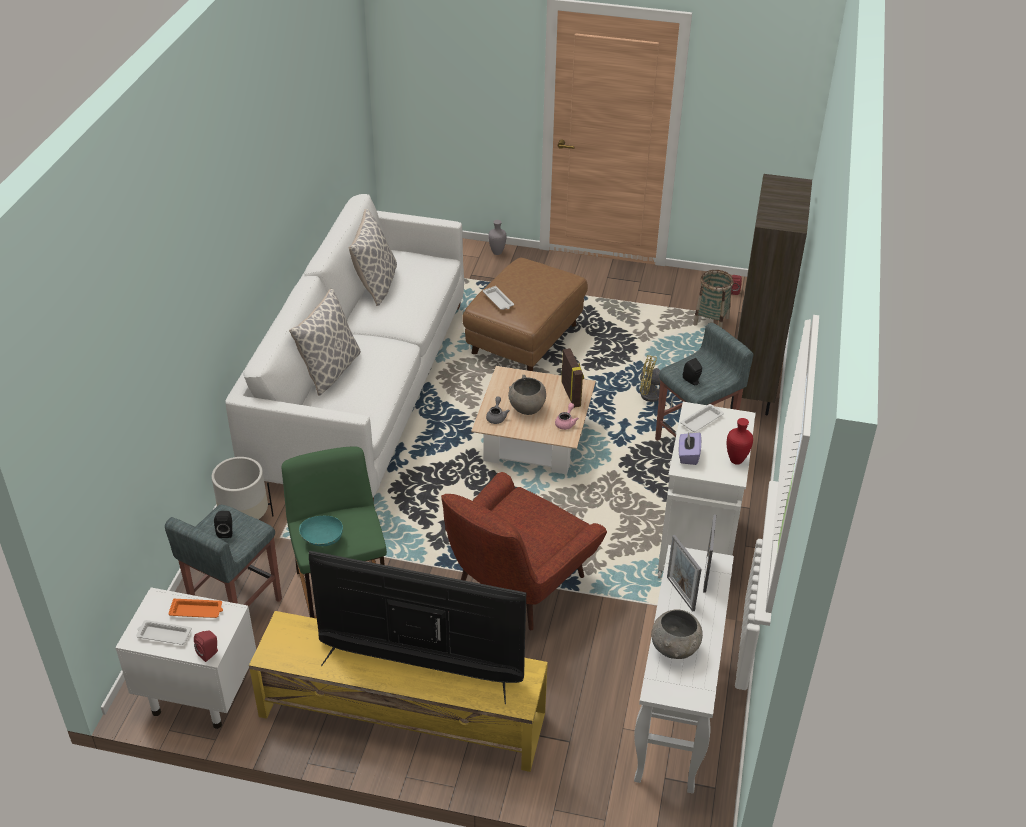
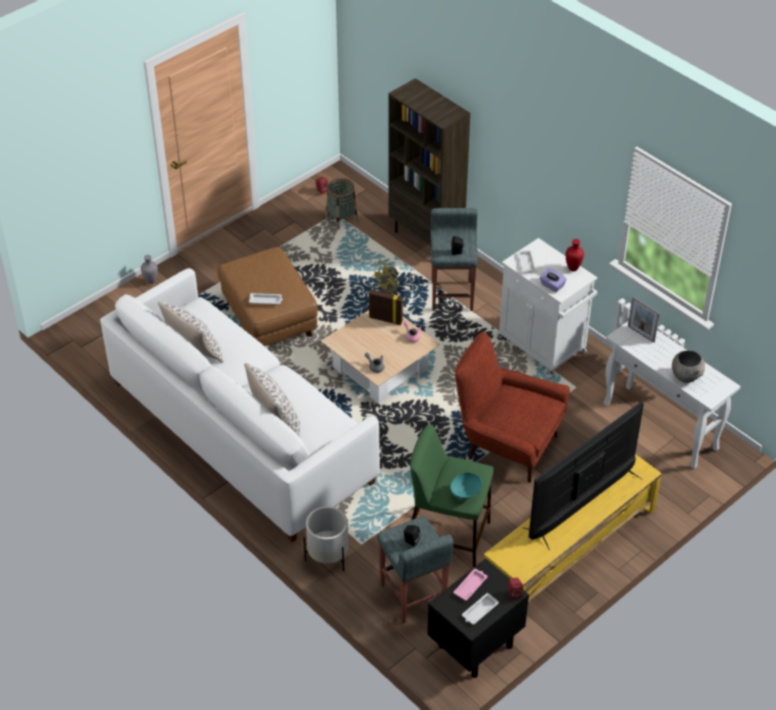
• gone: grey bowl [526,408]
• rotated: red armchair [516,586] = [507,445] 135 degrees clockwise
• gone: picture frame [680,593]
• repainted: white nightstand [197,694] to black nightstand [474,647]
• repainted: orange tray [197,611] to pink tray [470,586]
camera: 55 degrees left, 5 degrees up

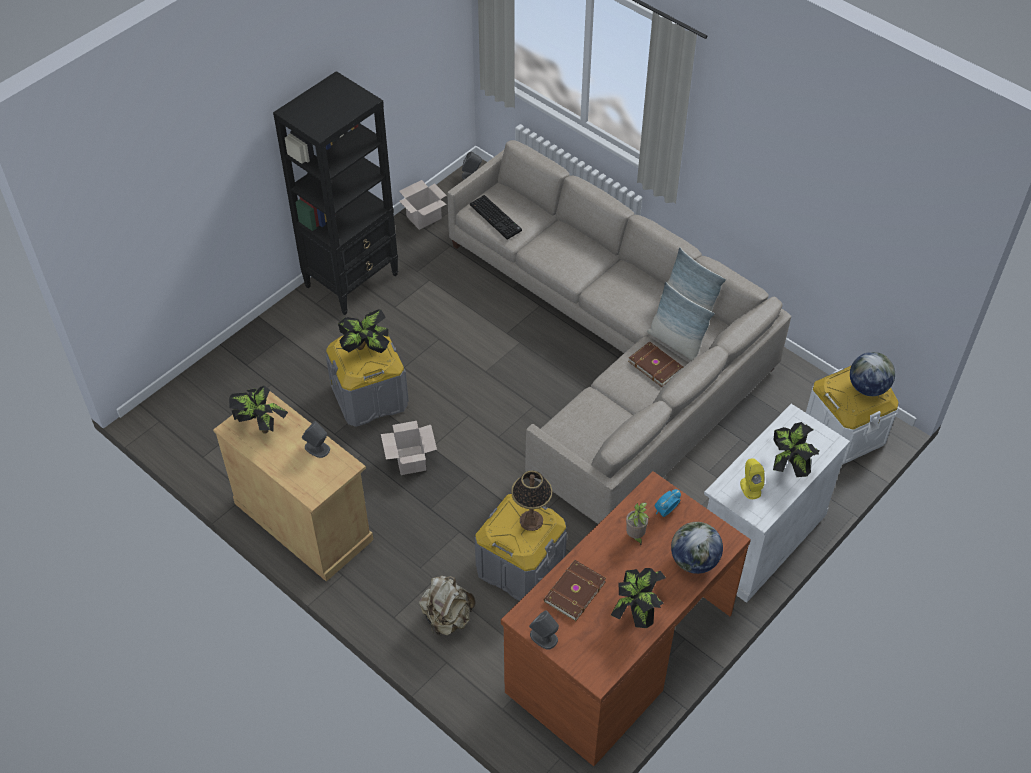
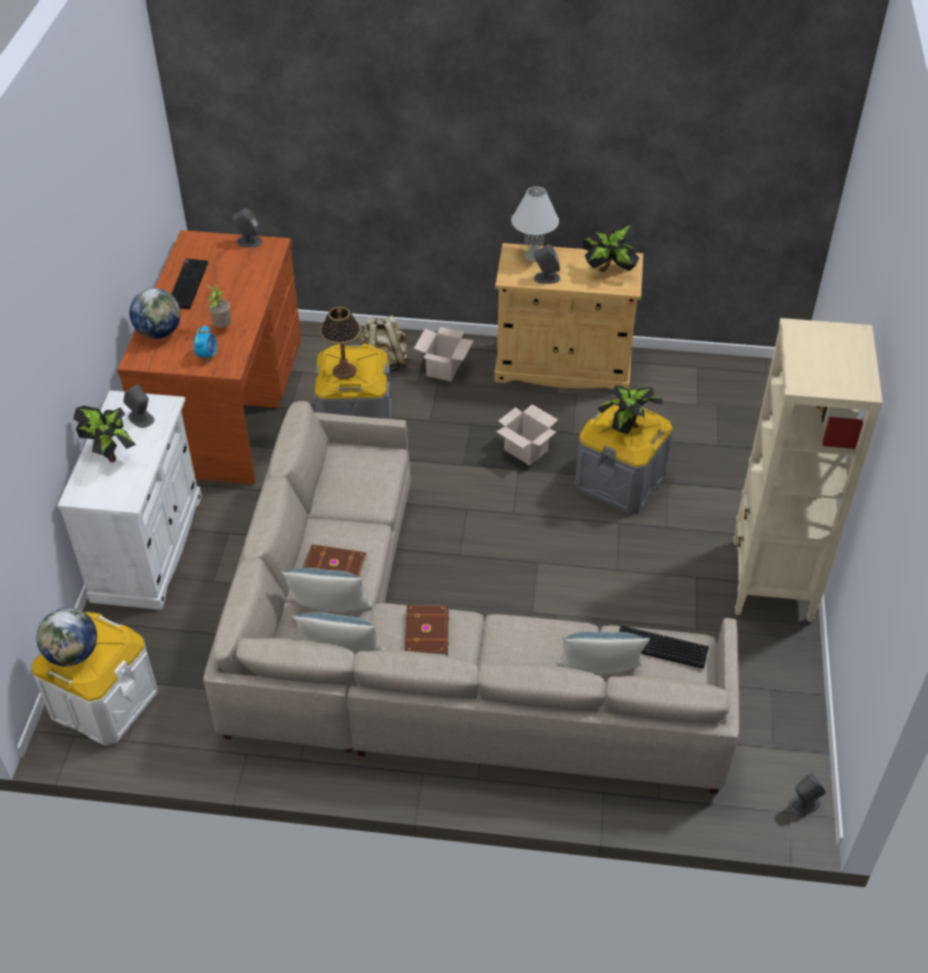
• repainted: black bookcase [352,280] to beige bookcase [771,581]
• shifted: cardboard box [424,217] to [444,369]
• repainted: yellow speaker [750,487] to grey speaker [141,418]
• shifted: brown book [573,591] to [428,633]
• swapped: potted plant [637,611] to keyboard [187,284]
• new: white table lamp [533,255]
• new: pillow [600,673]
camera: 145 degrees right, 5 degrees down

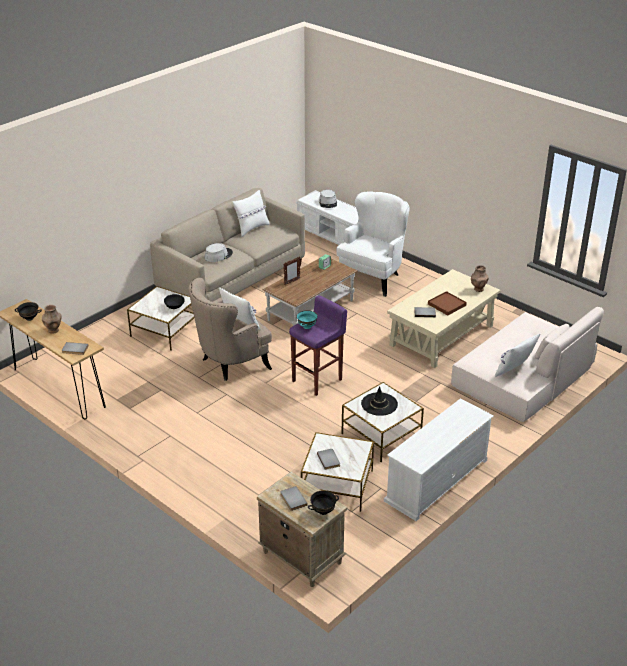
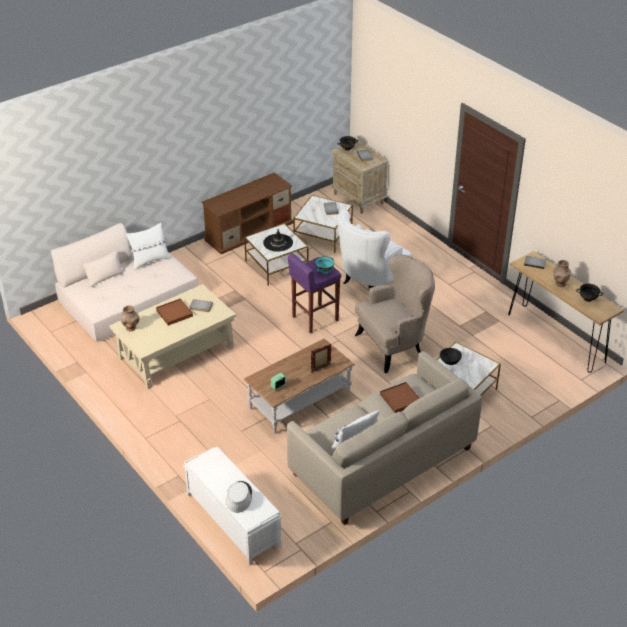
• shifted: white armchair [373,277] to [369,284]
• swapped: grey hat [218,255] to brown tray [400,399]
• gone: white pillow [239,324]
• repainted: white tv stand [436,481] to brown tv stand [249,231]
camera: 170 degrees left, 5 degrees up

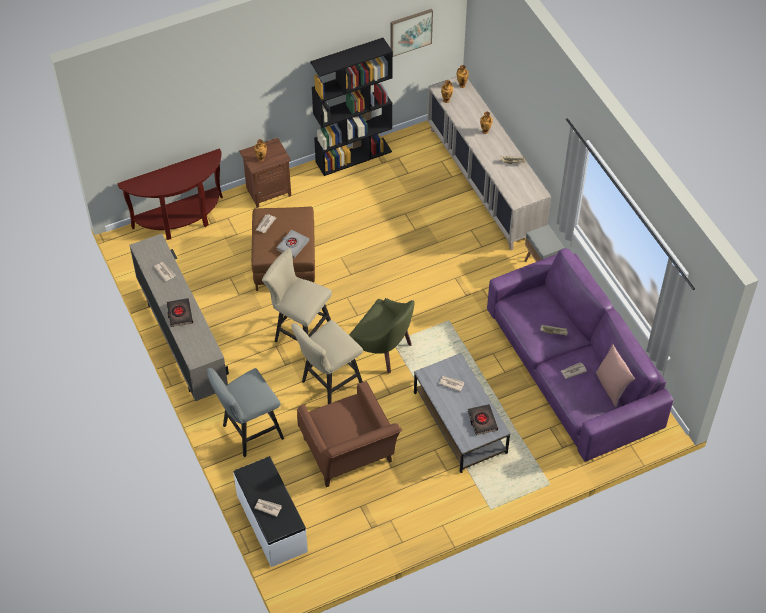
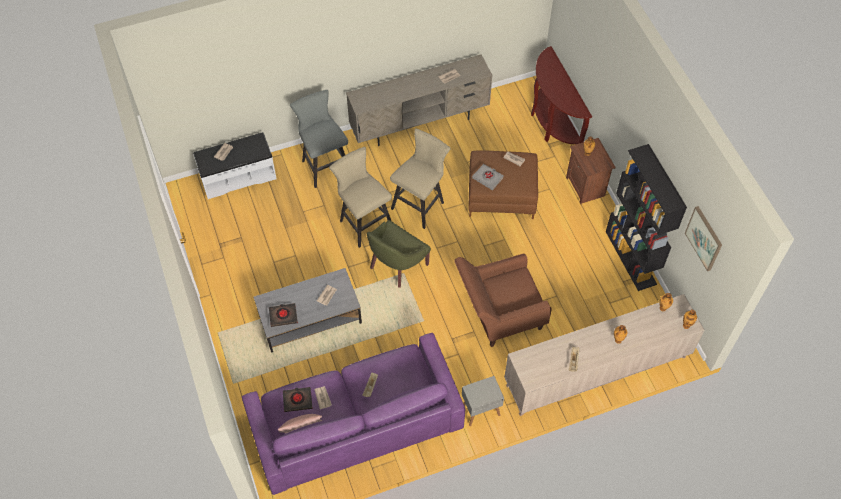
• shifted: black book [179,314] to [297,400]
• shifted: brown armchair [349,455] to [498,314]
camera: 95 degrees right, 5 degrees up

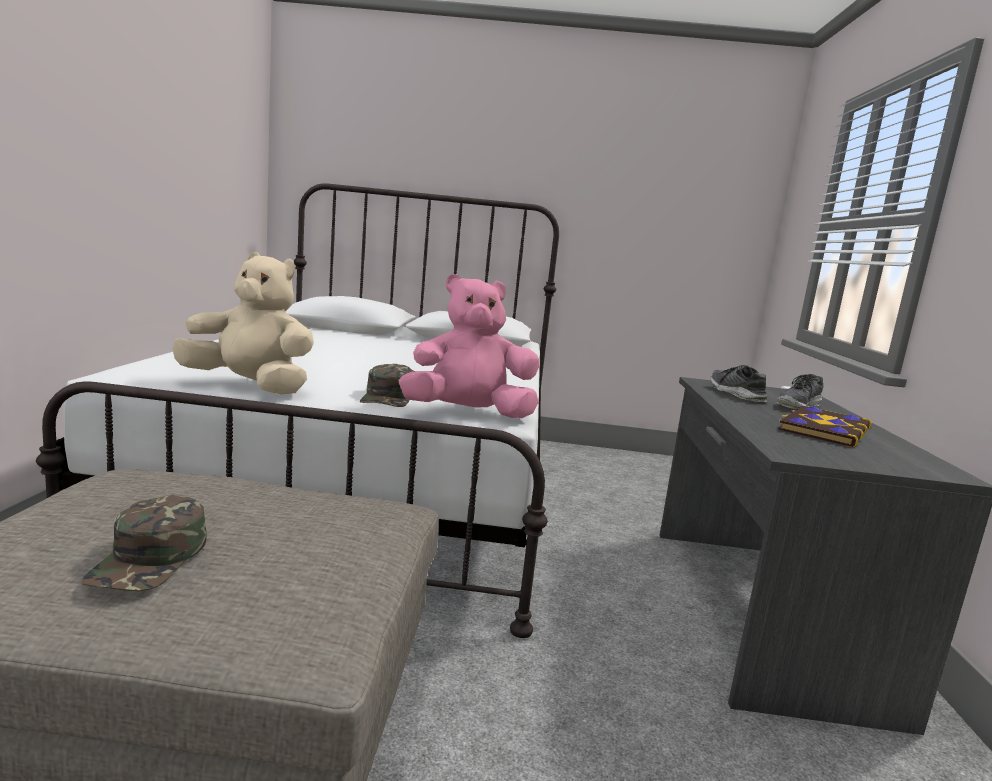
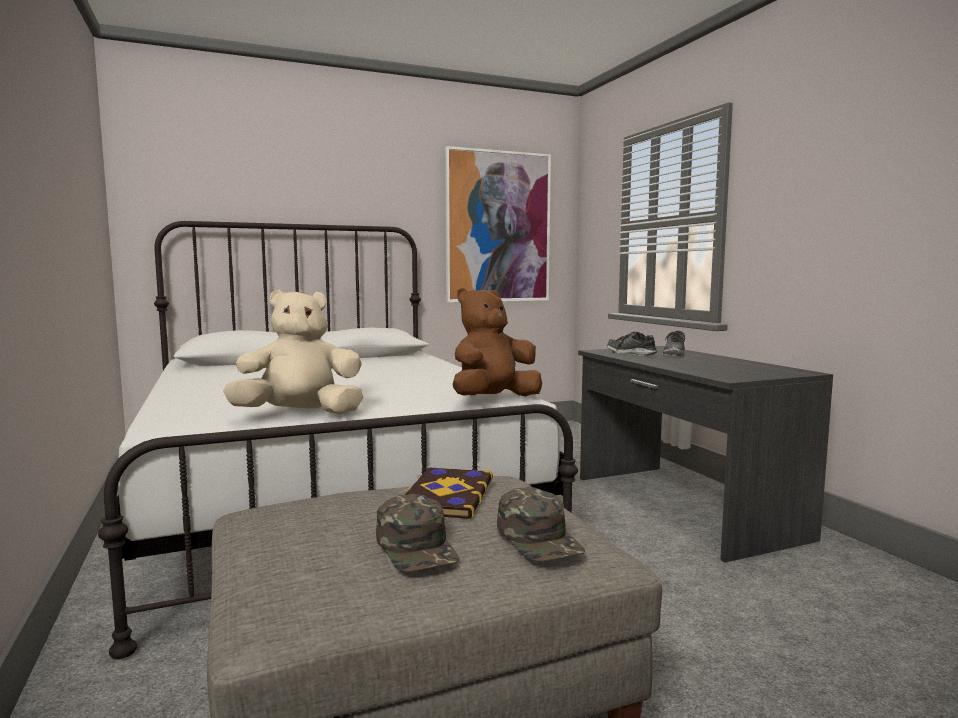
• repainted: pink plush toy [468,414] to brown plush toy [493,400]
• shifted: green cap [389,397] to [539,538]
• shifted: book [823,429] to [446,495]
• new: picture [498,227]
camera: 25 degrees left, 5 degrees down

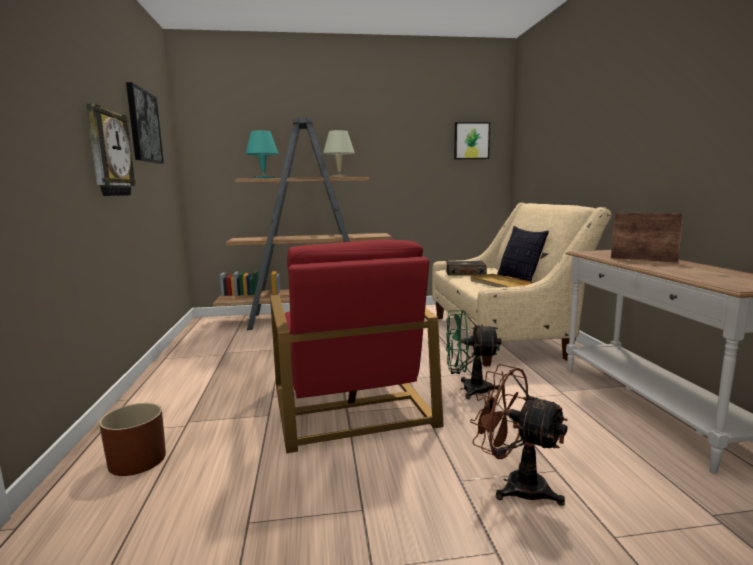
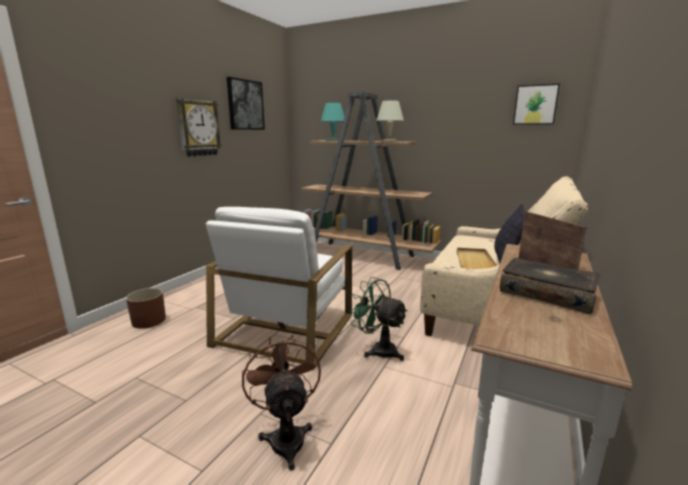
• repainted: red armchair [349,404] to white armchair [284,328]
• shifted: book [465,273] to [546,294]
camera: 35 degrees right, 5 degrees up

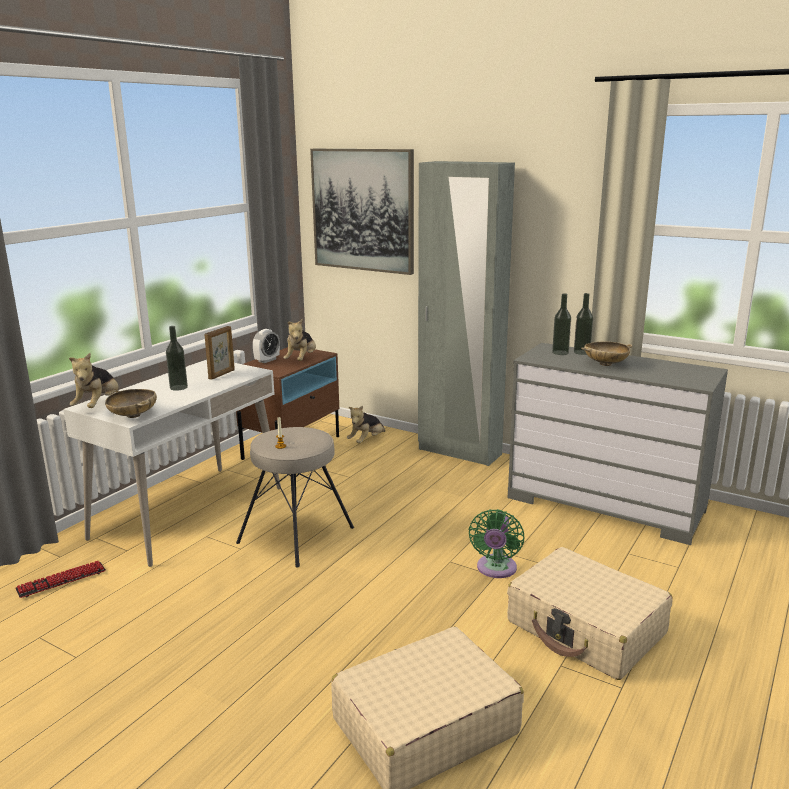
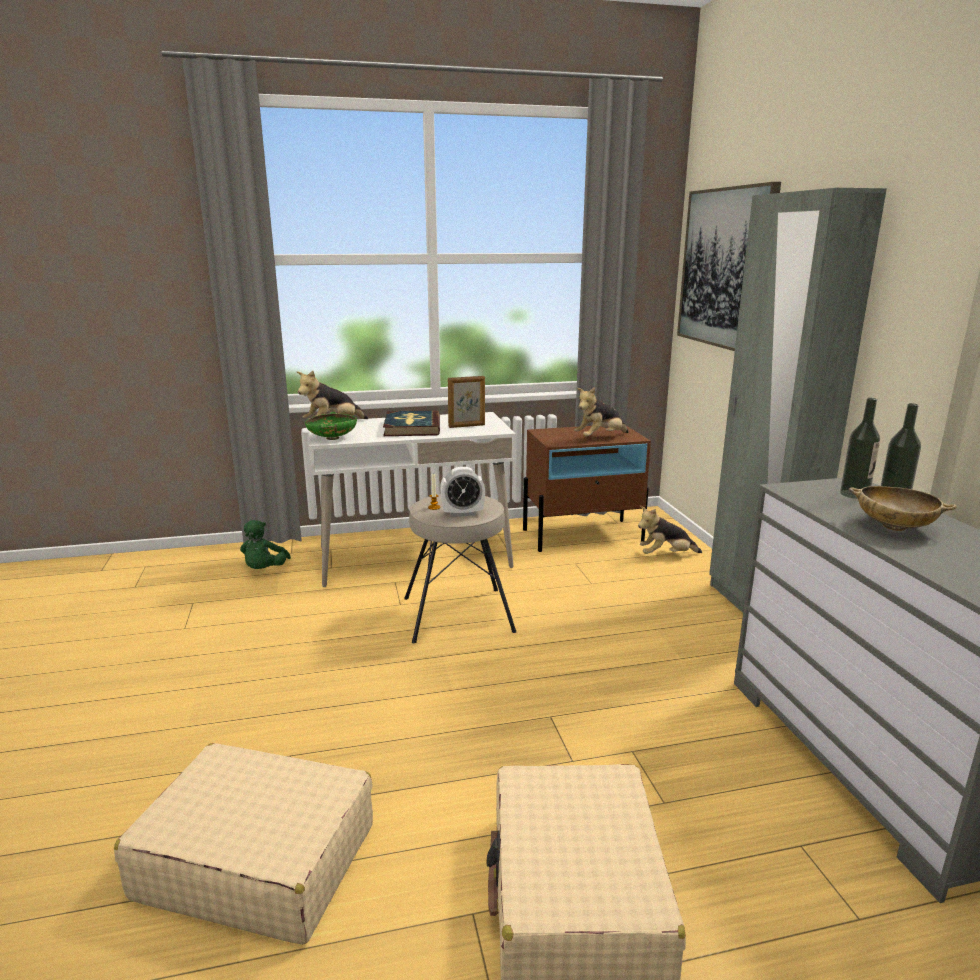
• swapped: bottle [178,387] to book [411,427]
• shifted: alarm clock [267,360] to [462,513]
• repainted: beige bowl [133,416] to green bowl [332,438]
• gone: green fan [496,569]
• swapped: keyboard [61,580] to green plush toy [264,570]
camera: 45 degrees right, 0 degrees up

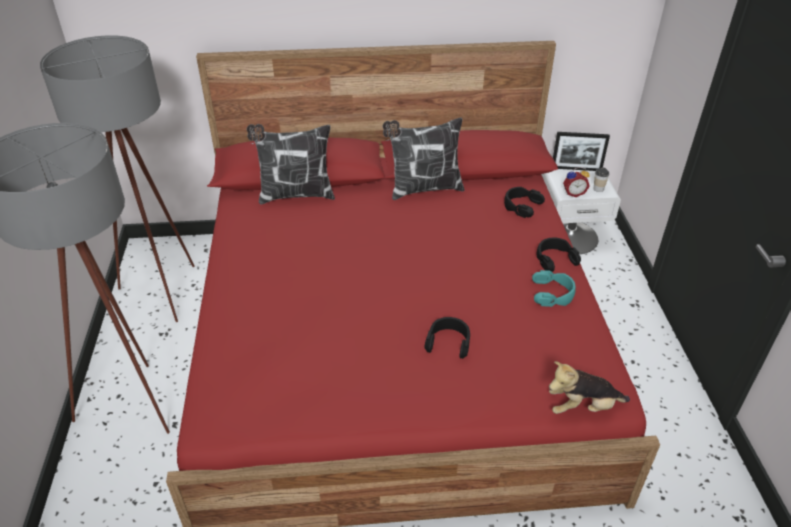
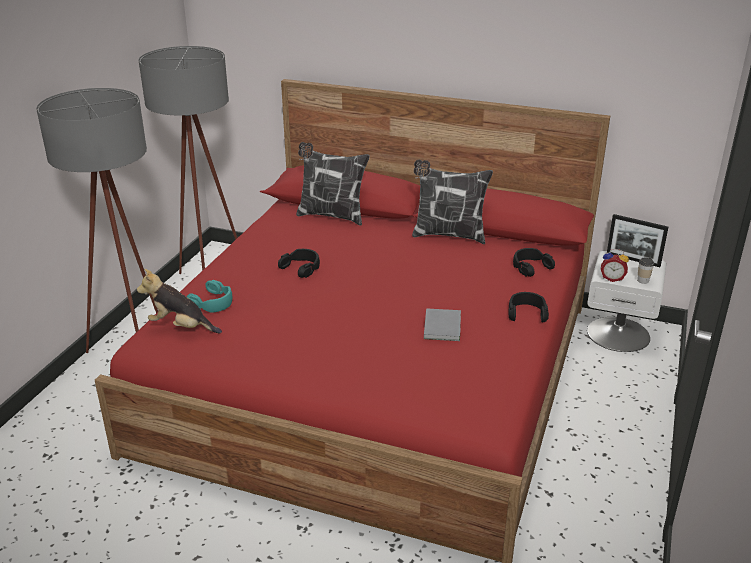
• shifted: turquoise headphones [553,293] to [212,302]
• shifted: black headphones [448,342] to [301,267]
• shifted: plush toy [582,407] to [181,327]
• new: grey book [443,326]
camera: 25 degrees right, 10 degrees down

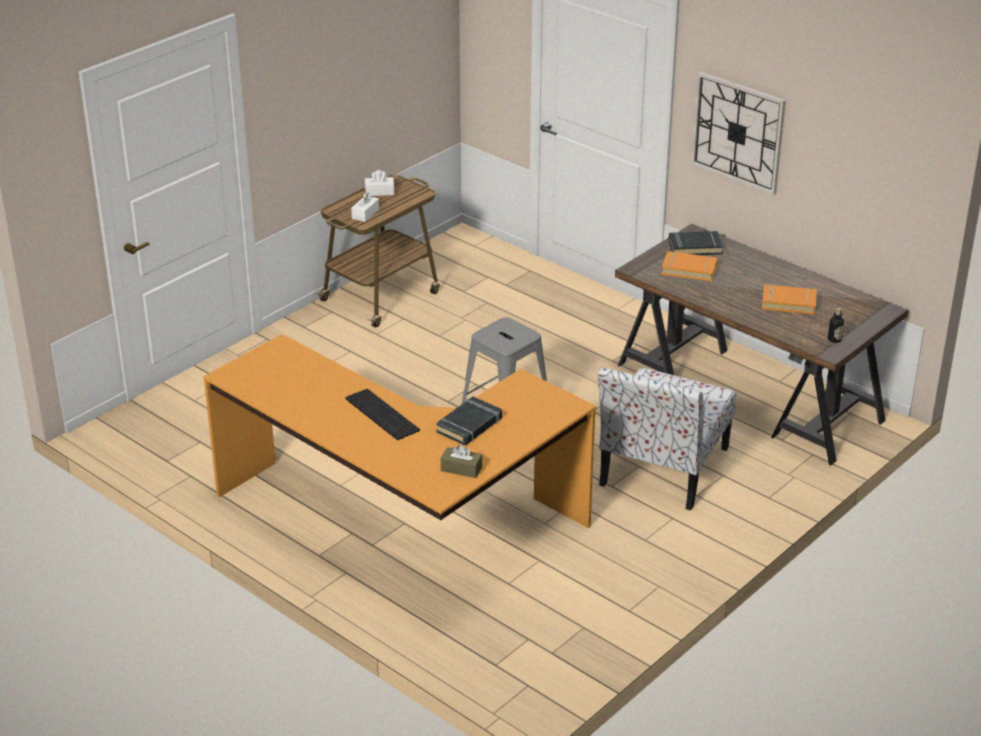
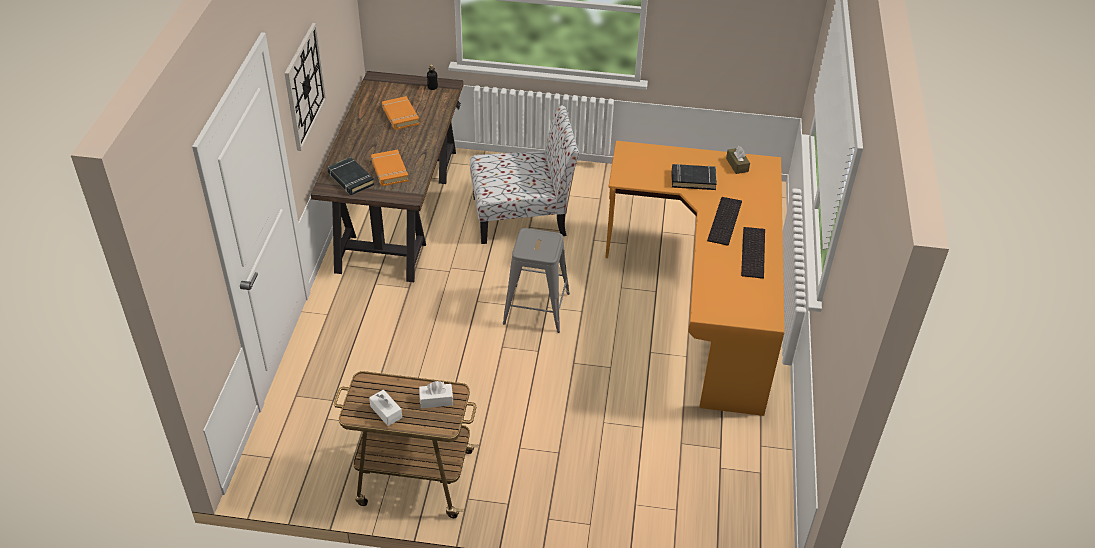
• new: keyboard [754,253]
camera: 125 degrees left, 10 degrees up

